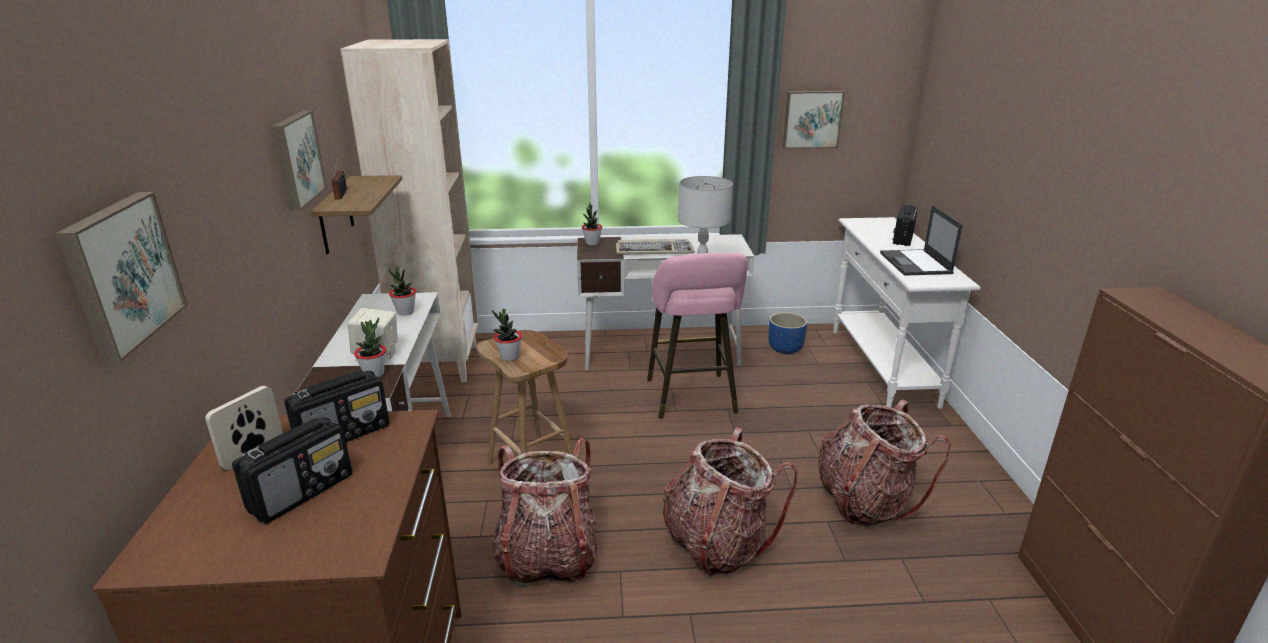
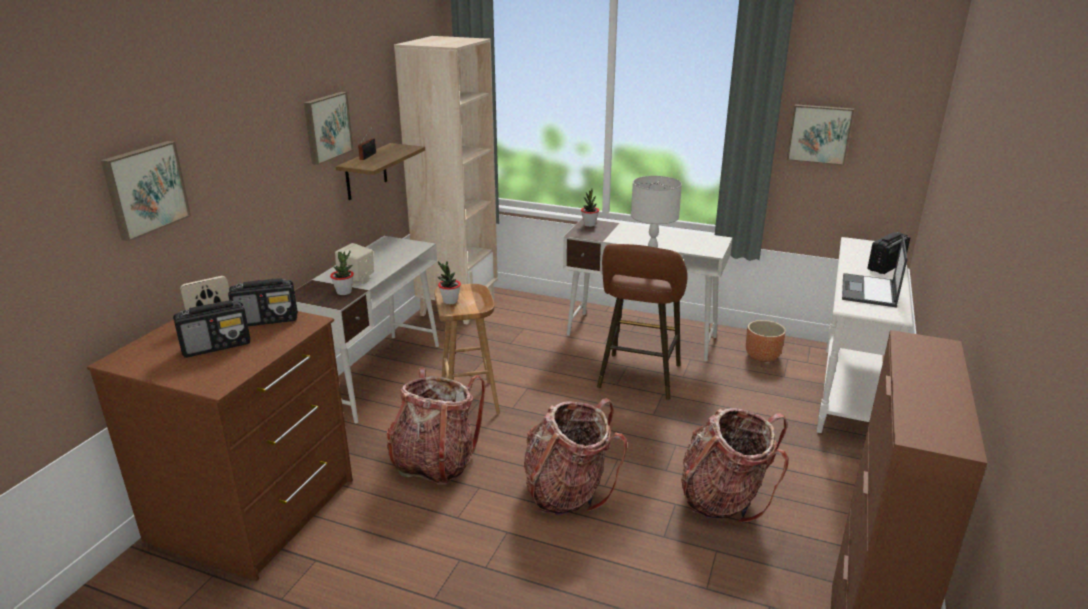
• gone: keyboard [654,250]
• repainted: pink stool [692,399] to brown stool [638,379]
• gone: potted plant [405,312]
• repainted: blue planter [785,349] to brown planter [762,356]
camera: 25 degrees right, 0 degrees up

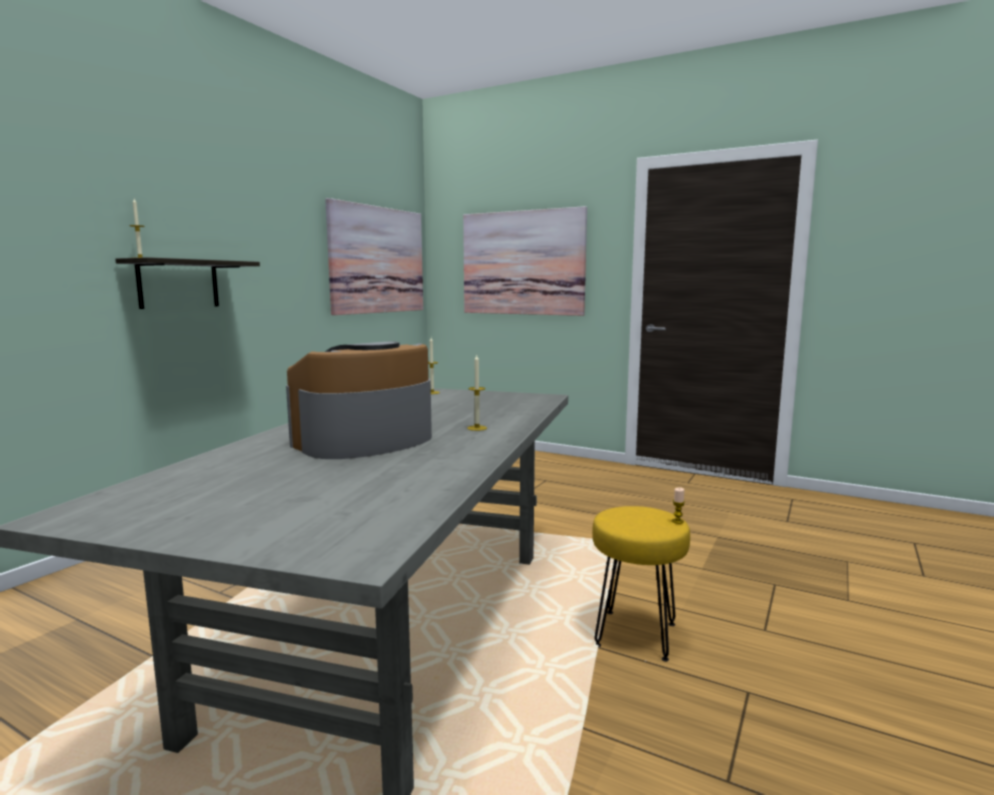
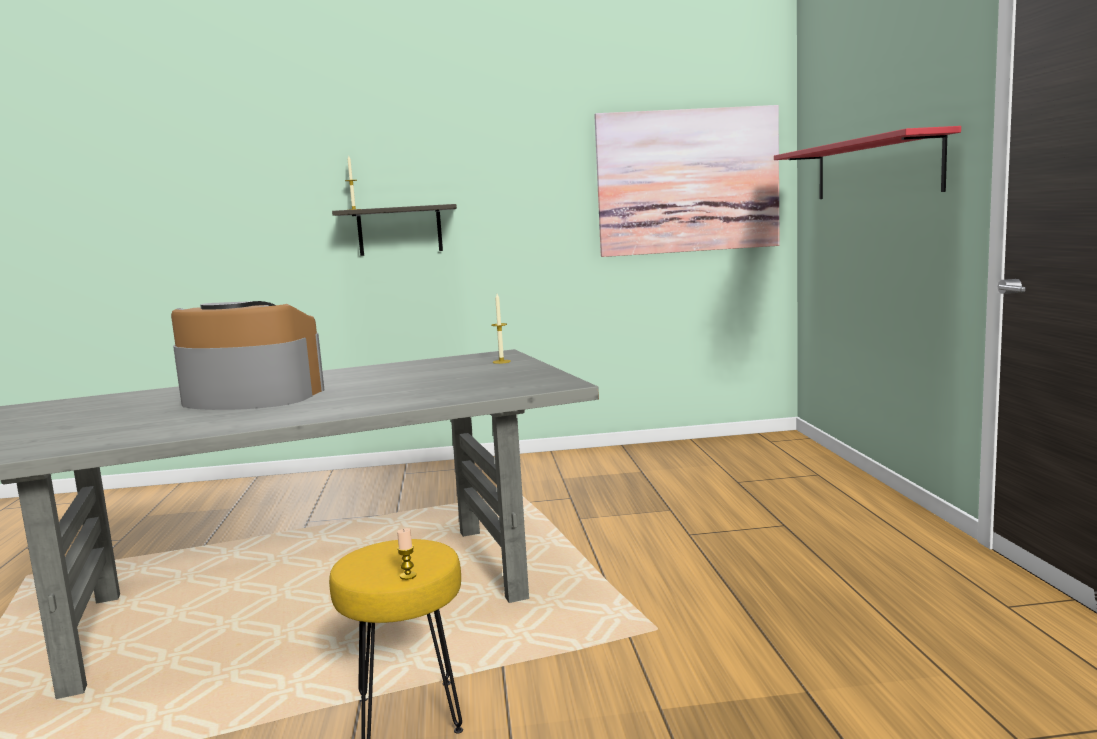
• swapped: picture [522,263] to red shelf [874,169]
• gone: candle [477,428]
camera: 55 degrees right, 0 degrees up

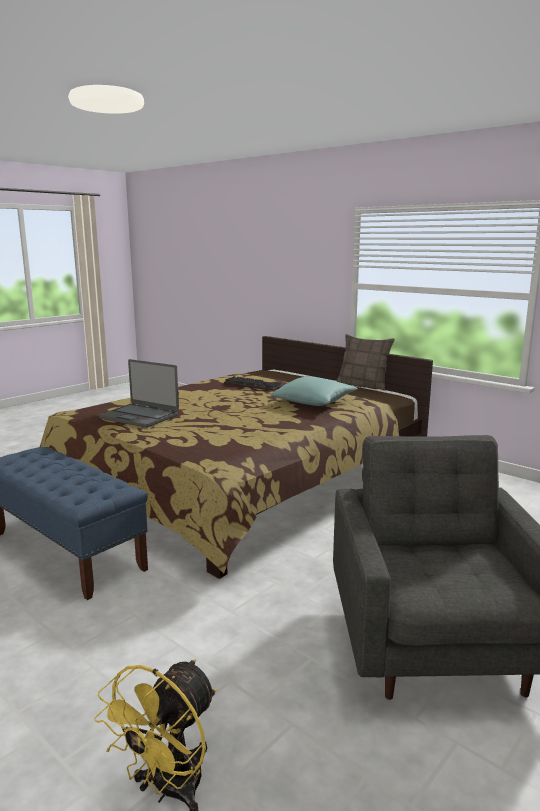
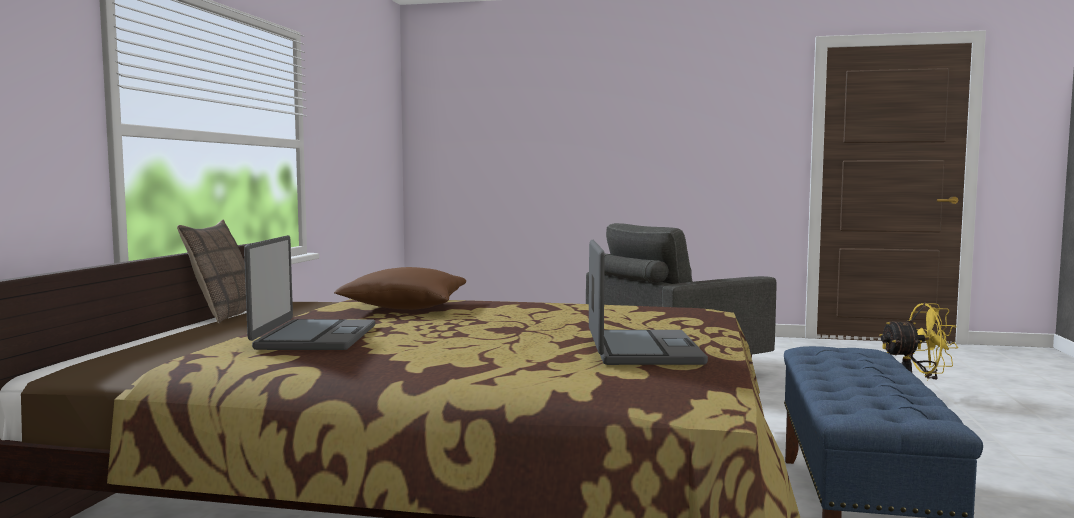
• swapped: keyboard [254,385] to laptop [314,337]
• repainted: turquoise pillow [314,402] to brown pillow [404,307]
camera: 120 degrees left, 10 degrees down

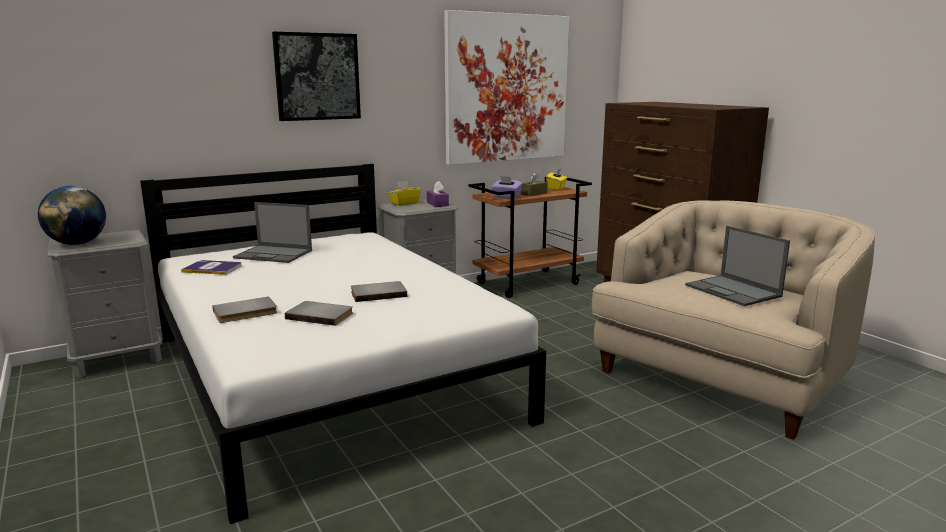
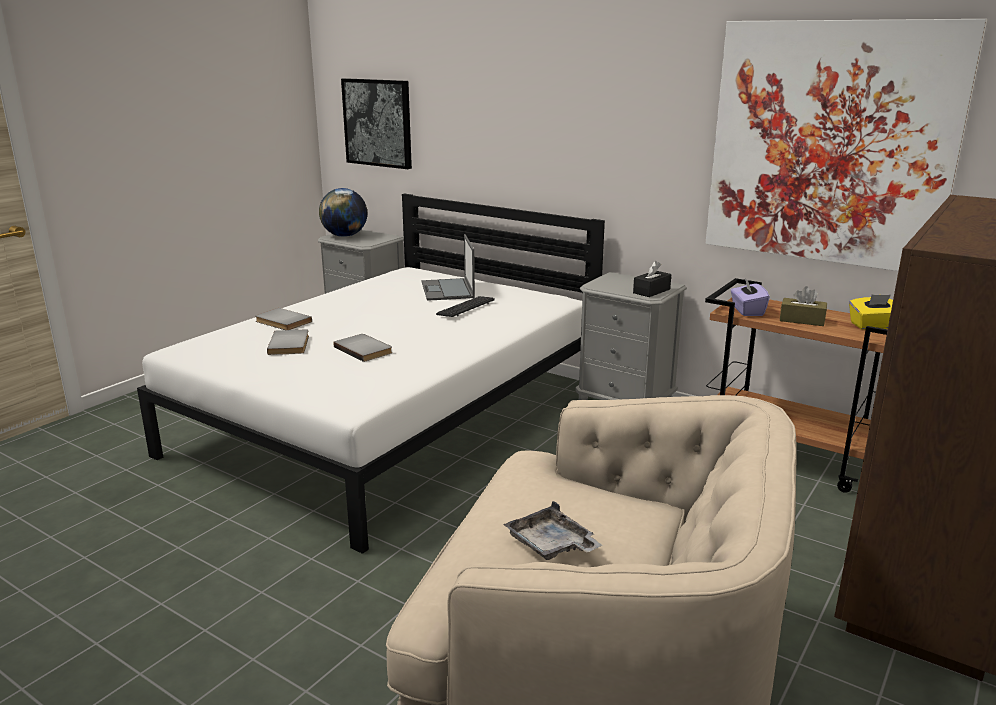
• shifted: picture [317,77] to [378,123]
• gone: yellow tissue box [404,203]
• repainted: purple tissue box [437,204] to black tissue box [651,291]
• swapped: laptop [733,291] to grey tray [551,545]
• gone: book [212,268]
• new: keyboard [466,308]
camera: 65 degrees right, 5 degrees up

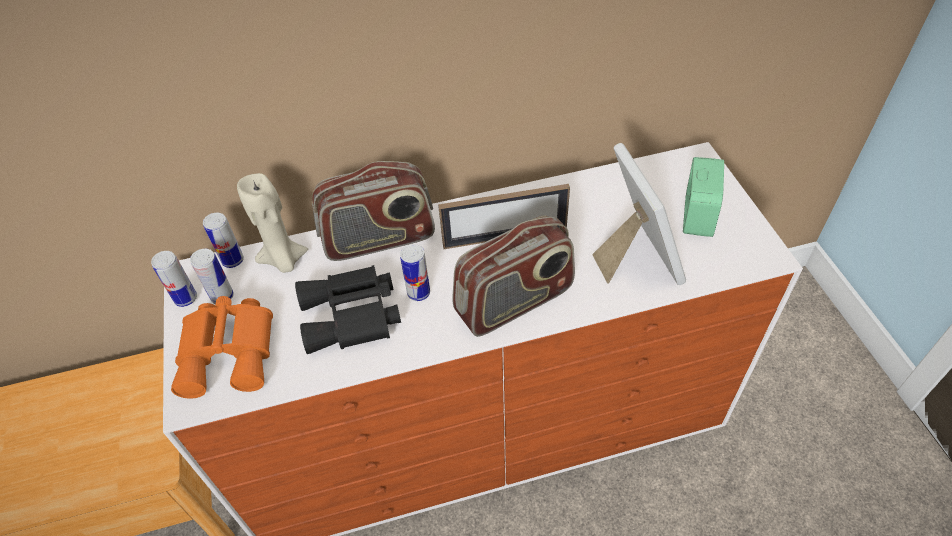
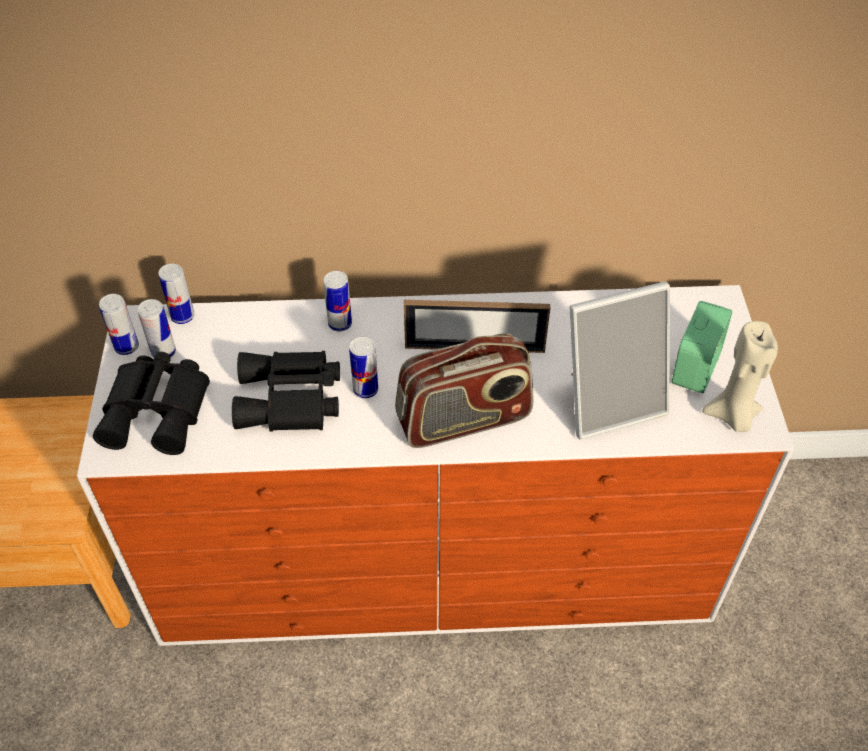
• rotated: picture frame [635,259] = [609,401] 75 degrees clockwise
• swapped: radio [379,239] to can [340,324]
• shifted: beige candle [284,260] to [732,416]
• repainted: orange binoculars [231,351] to black binoculars [159,410]
camera: 10 degrees right, 0 degrees up

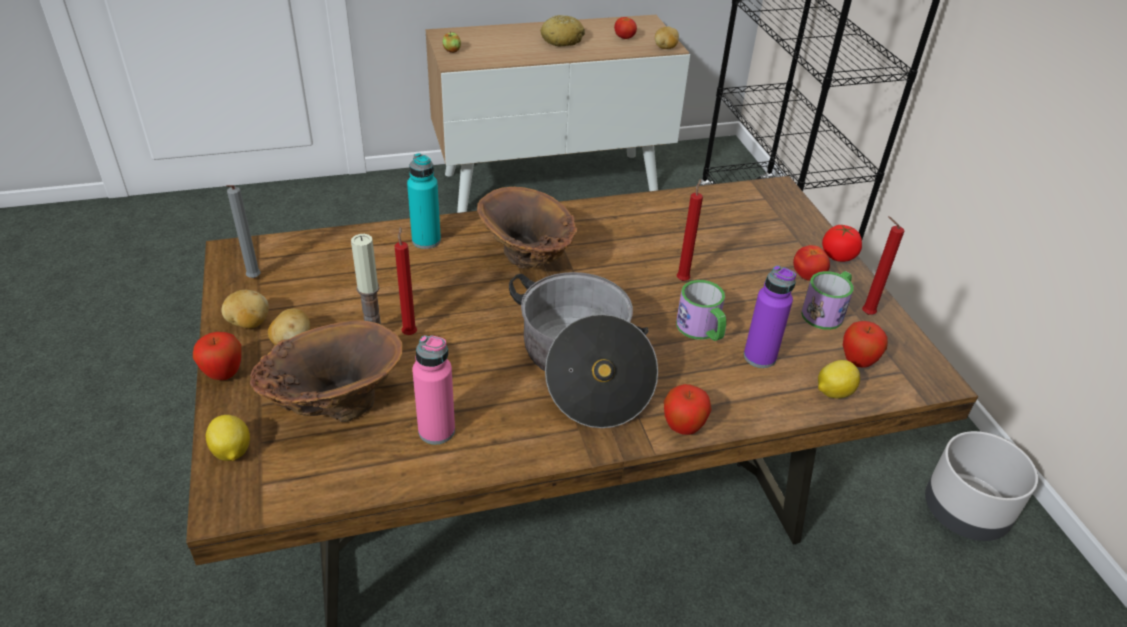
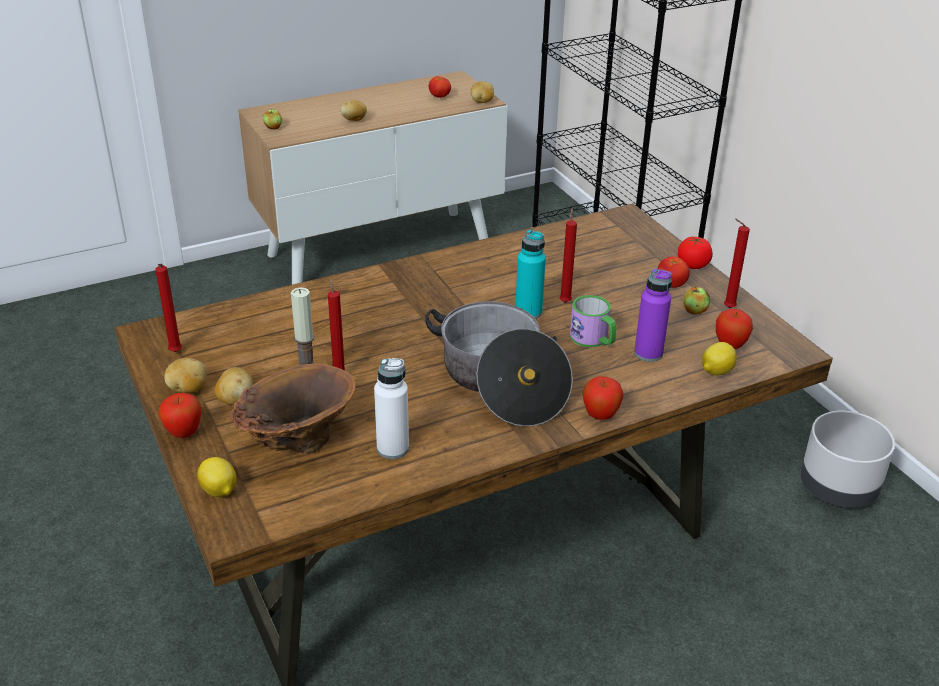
• gone: bread [562,40]
• shifted: turquoise bottle [426,240] to [528,312]
• repainted: grey candle [253,279] to red candle [175,353]
• gone: brown vase [525,263]
• swapped: mug [826,312] to apple [694,311]
• repainted: pink bottle [436,431] to white bottle [393,448]
• new: potato [354,120]
camera: 10 degrees left, 5 degrees down

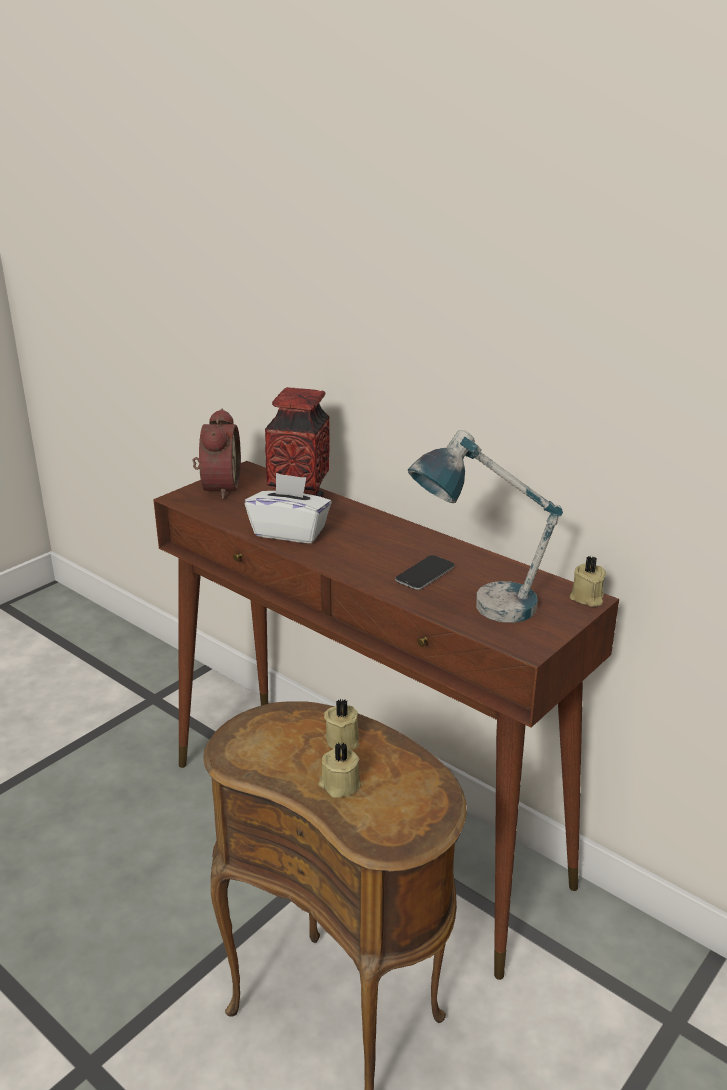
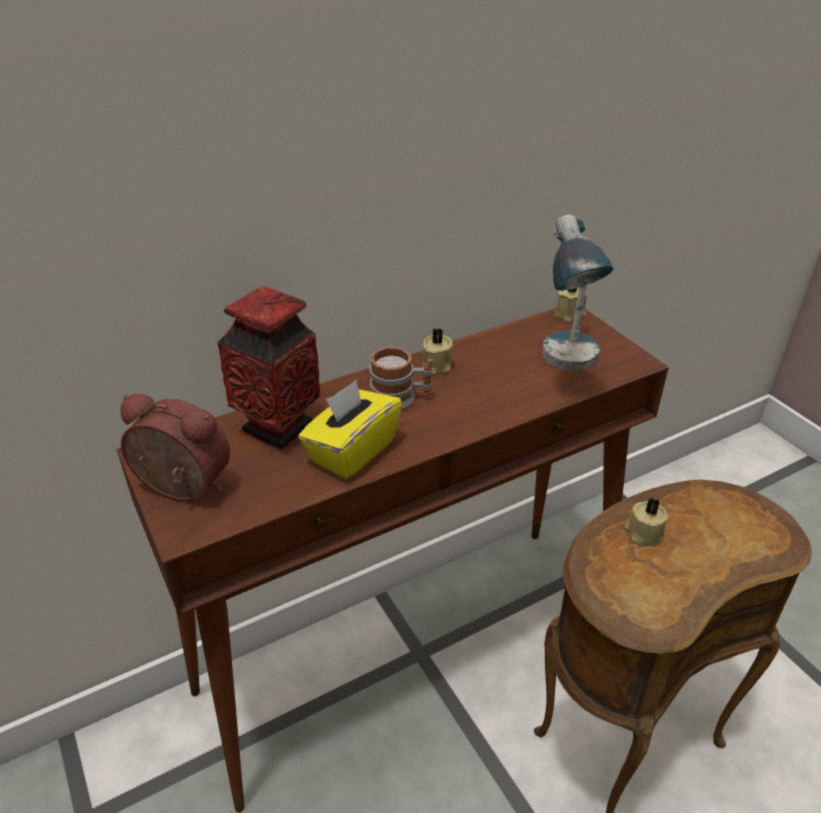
• repainted: white tissue box [290,532] to yellow tissue box [352,451]
• gone: phone [425,574]
• shifted: beige candle [339,784] to [435,366]
• new: mug [400,397]
camera: 70 degrees left, 10 degrees up

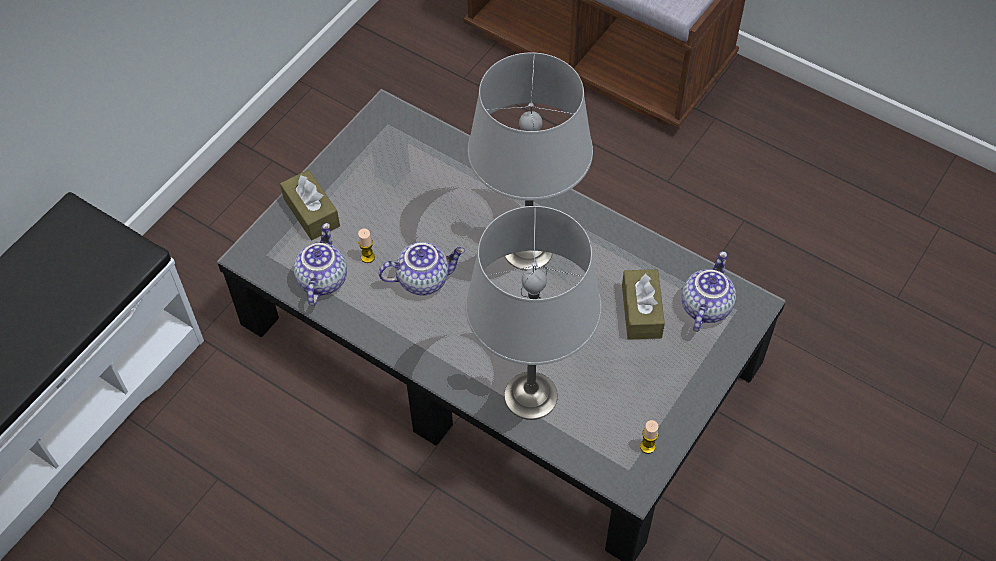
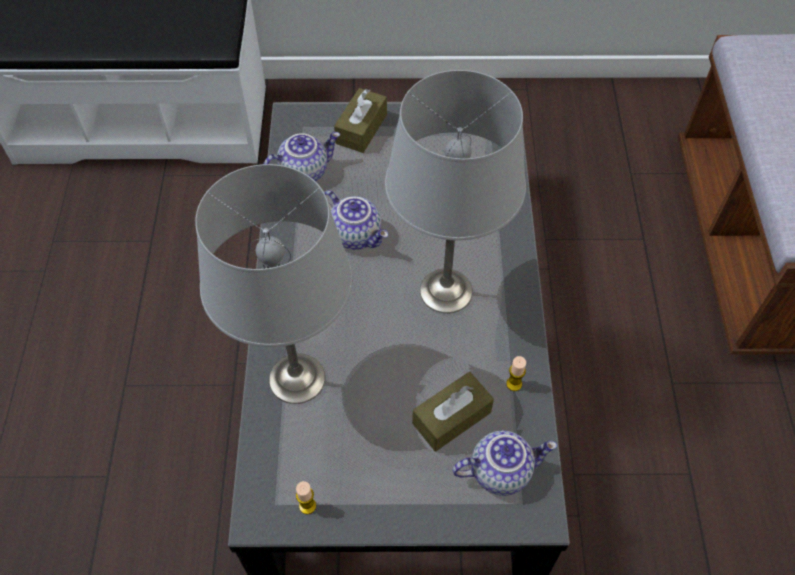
• shifted: candle [368,257] to [514,384]
camera: 55 degrees right, 0 degrees up

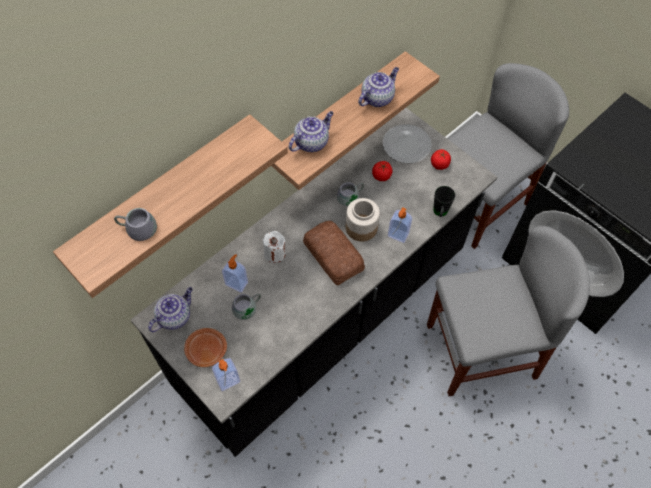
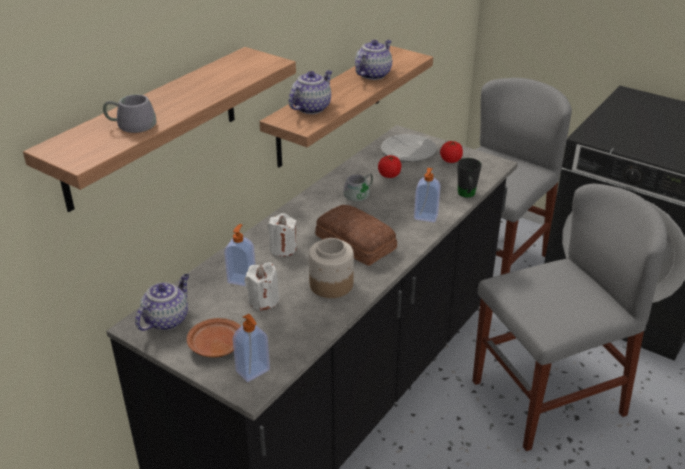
• shifted: jar [361,228] to [330,285]
• swapped: grey mug [248,309] to white candle [263,301]
camera: 10 degrees left, 25 degrees down

